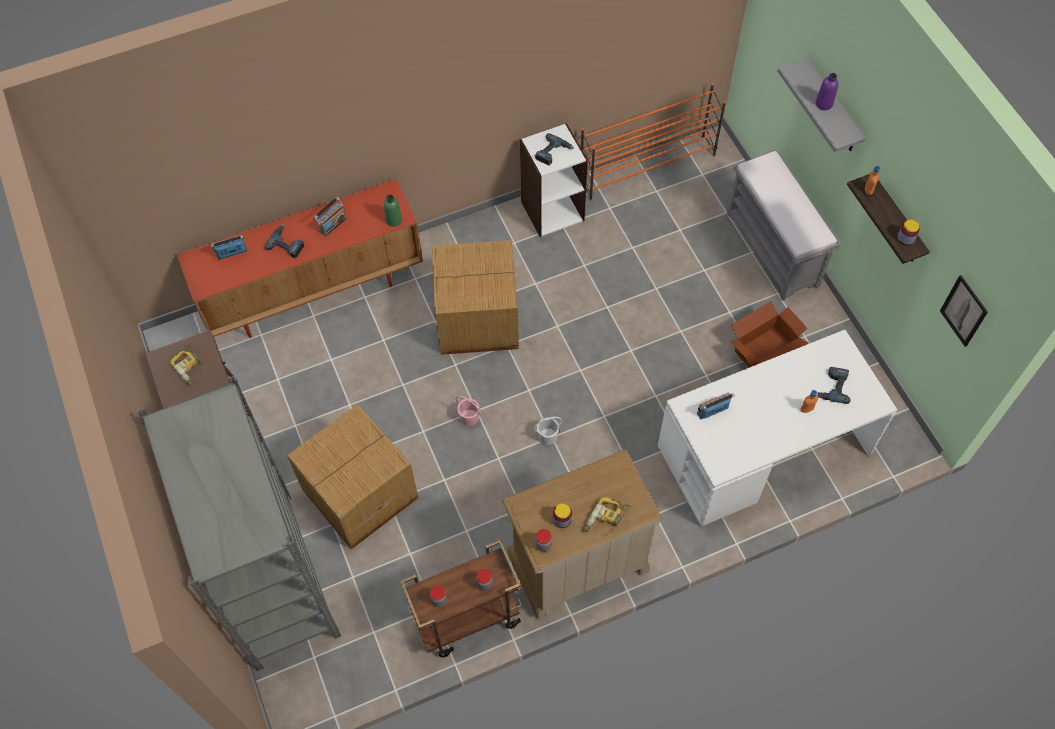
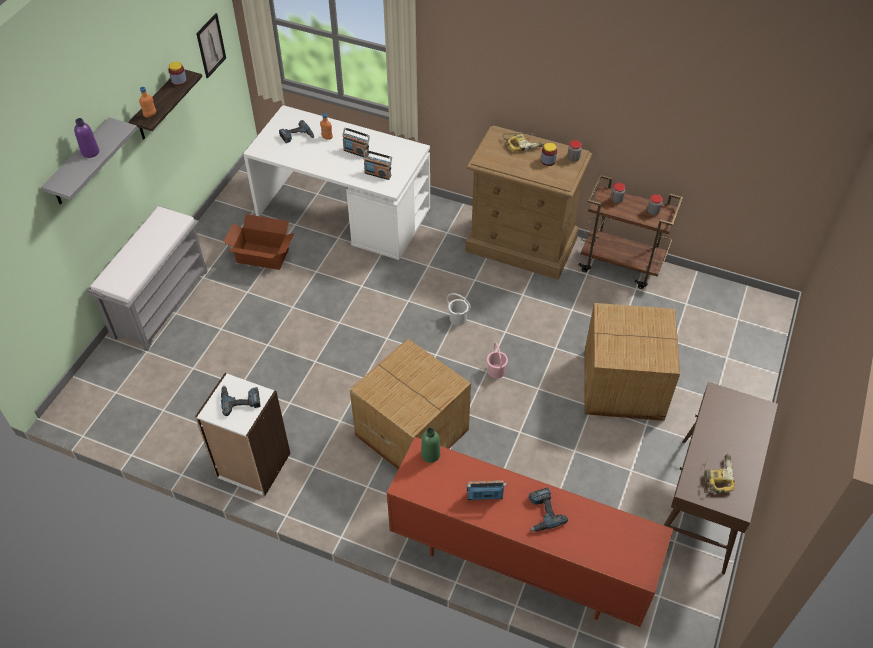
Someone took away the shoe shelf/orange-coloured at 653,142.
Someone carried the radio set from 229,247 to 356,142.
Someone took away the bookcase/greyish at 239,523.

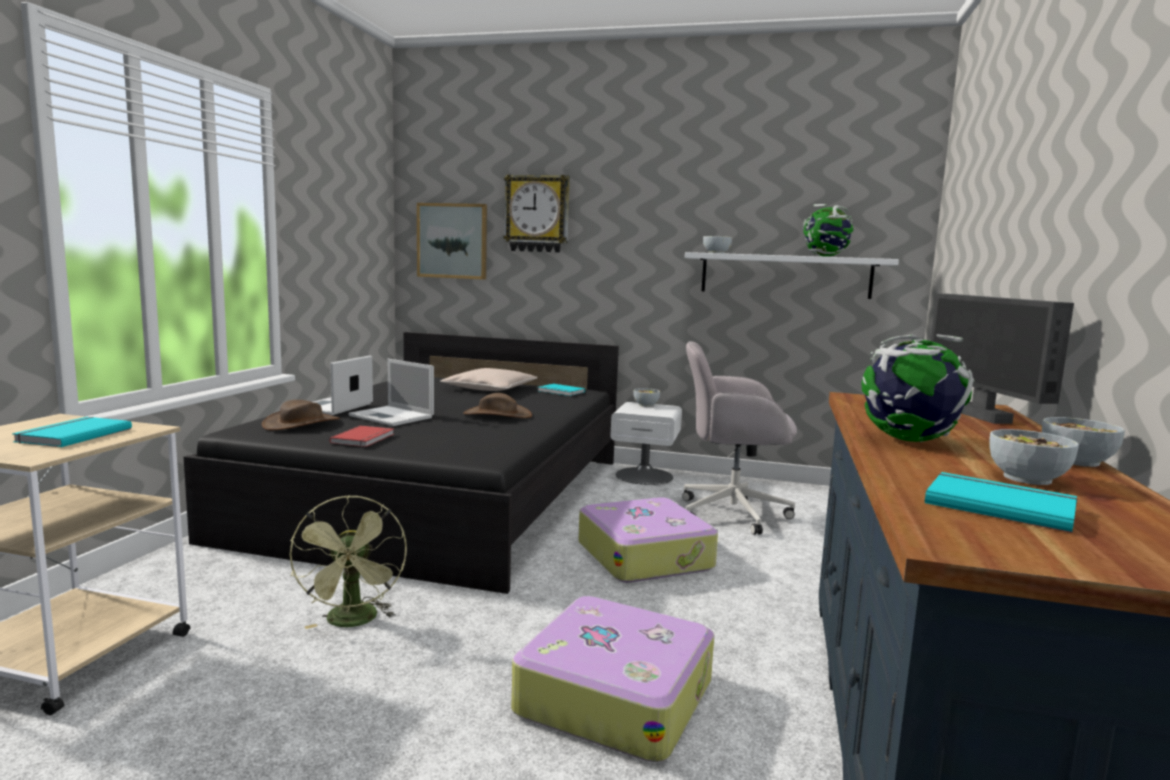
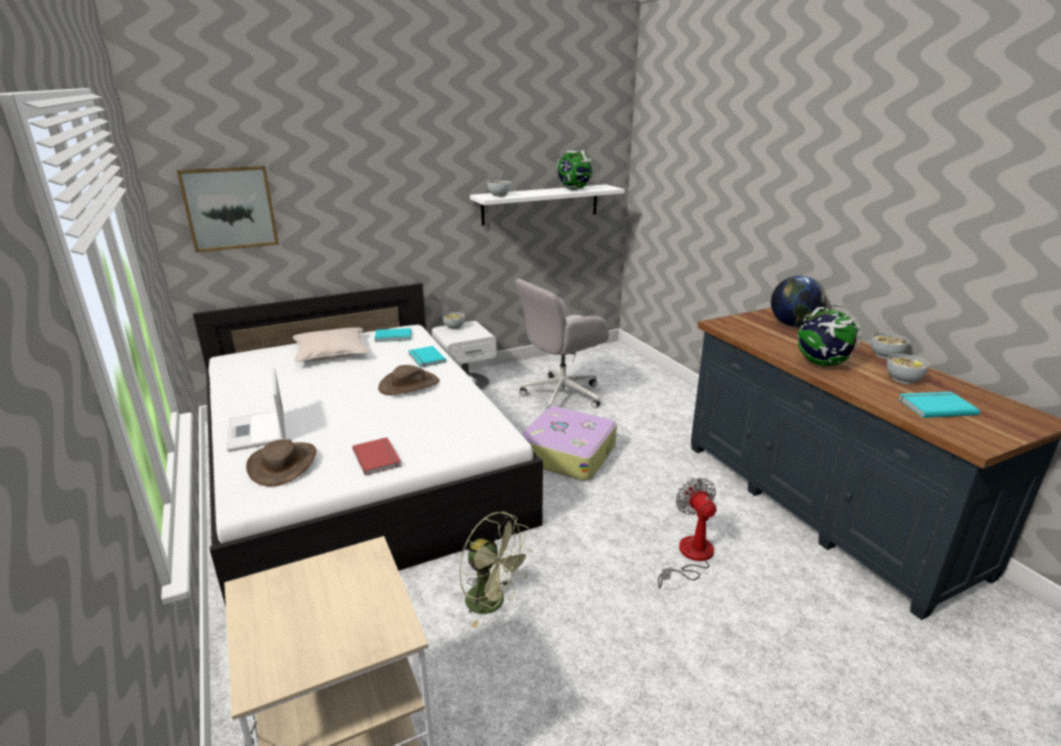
Someone took away the hanging clock at 536,213.
Someone swapped the computer display at 1002,358 for the globe at 798,301.
Someone repainted the bed/blackish at 401,463, which became the bed/white-coloured at 368,445.
Someone took away the portable computer at 391,392.
Someone carried the volume/turquoise-coloured from 72,432 to 427,357.
Someone swapped the travel case at 612,679 for the electric fan at 687,533.

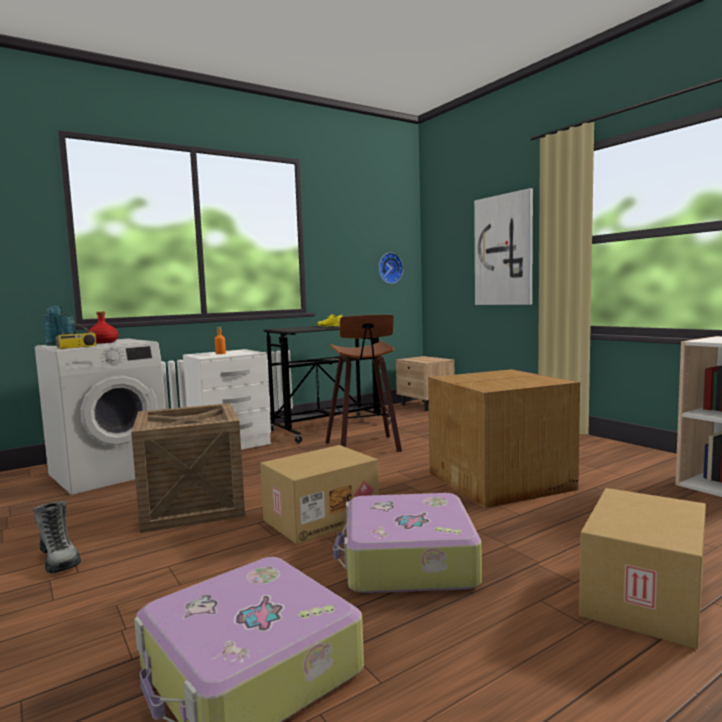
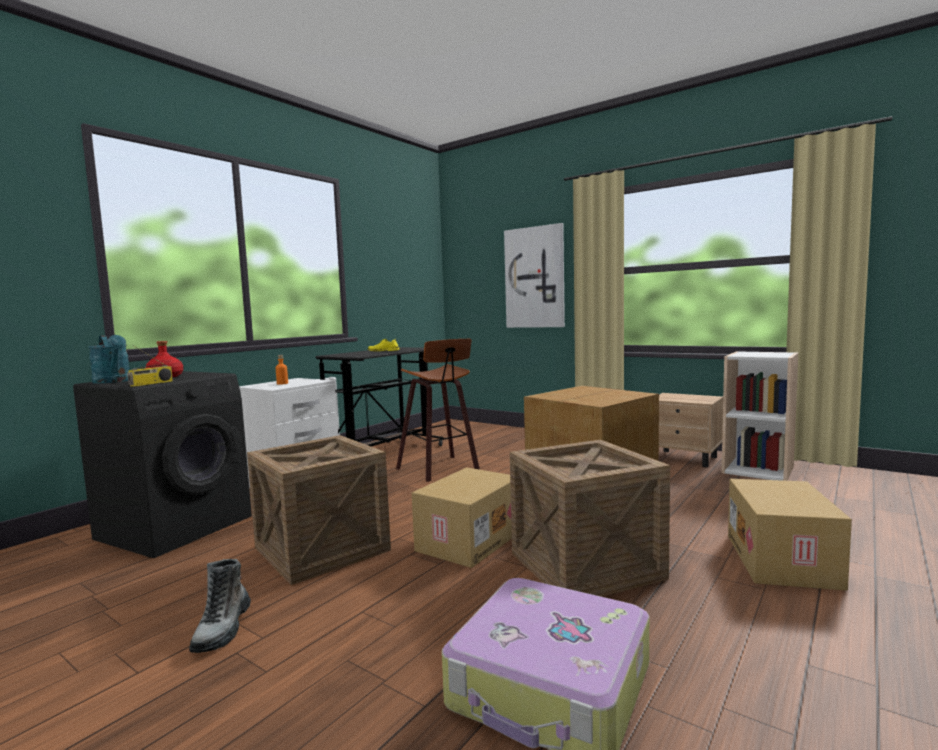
Someone took away the hanging clock at 391,268.
Someone repainted the washing machine/white-coloured at 100,417, which became the washing machine/blackish at 162,464.
Someone carried the bedside table/beige-coloured from 425,383 to 691,430.
Someone swapped the travel case at 407,543 for the packing crate at 590,518.
Someone rotated the tall boot at 57,537 by 60 degrees clockwise.

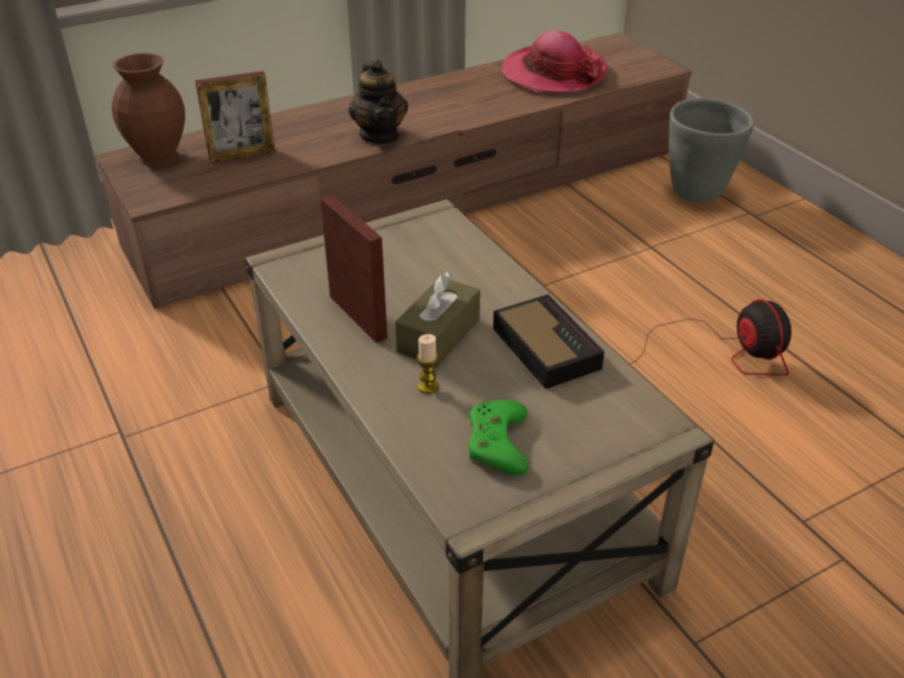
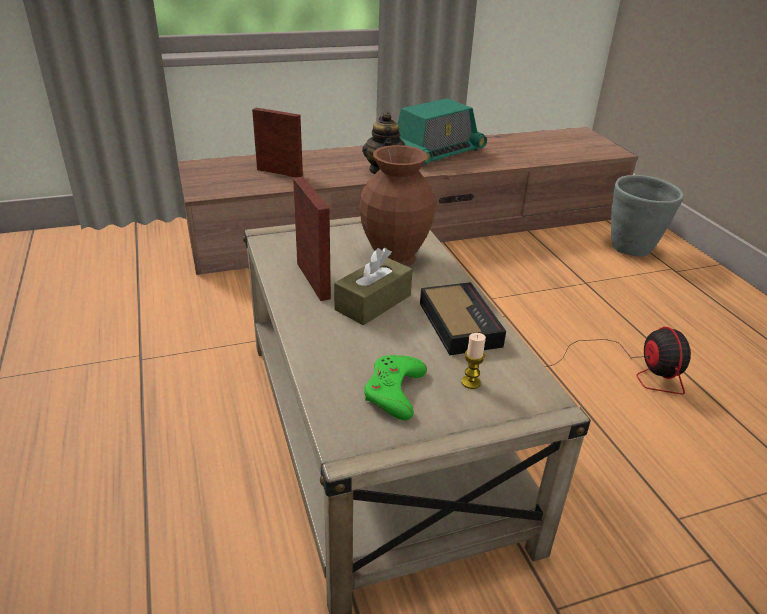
Someone took away the hat at 554,61.
Someone carried the vase/brown-coloured from 148,110 to 398,205.
Someone rotated the photo frame at 235,117 by 150 degrees counterclockwise.
Someone carried the wax light from 428,364 to 473,361.
Someone put down the radio set at 442,132.

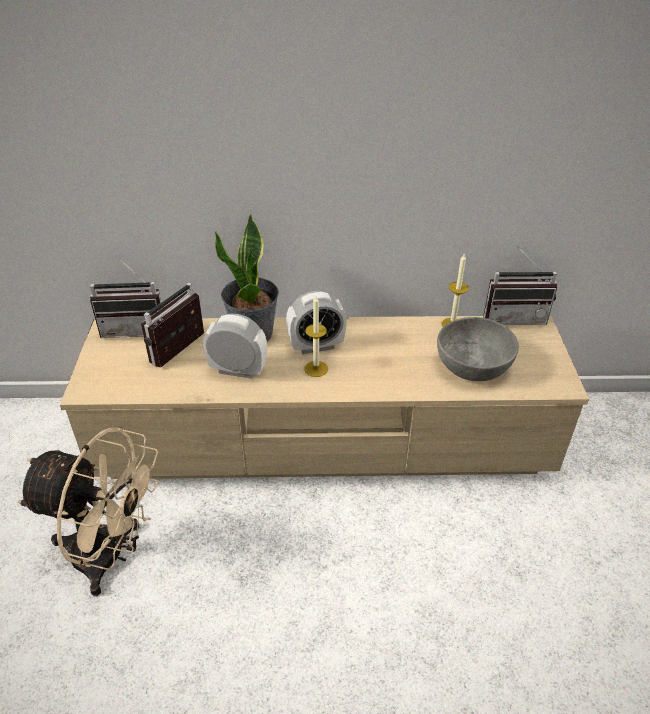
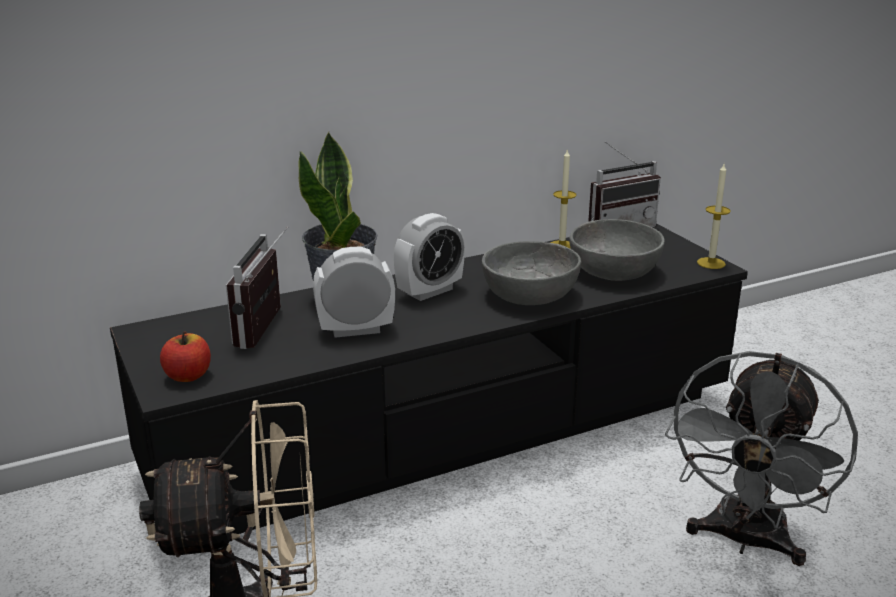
Someone took away the radio set at 126,297.
Someone carried the wax light from 316,336 to 714,216.
Someone repainted the tv stand/beige-coloured at 324,397, which became the tv stand/blackish at 429,378.
Someone put down the serving bowl/greyish at 531,273.
Someone put down the apple fruit at 185,357.
Someone put down the electric fan/greyish at 761,458.

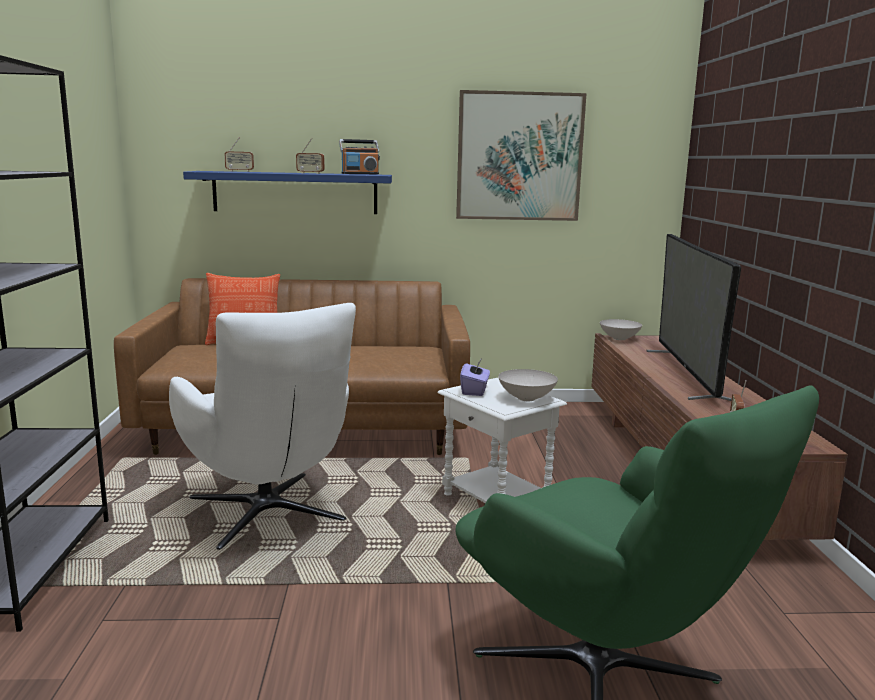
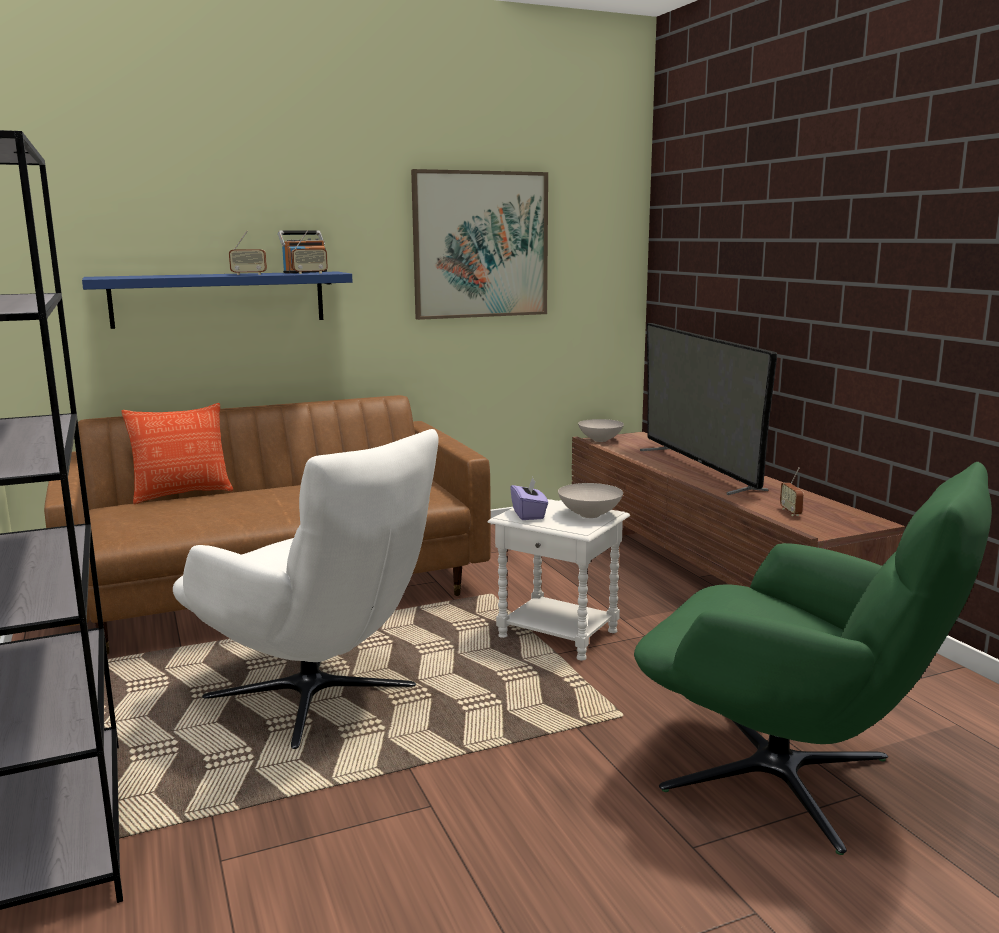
Someone carried the radio set from 239,154 to 309,252.

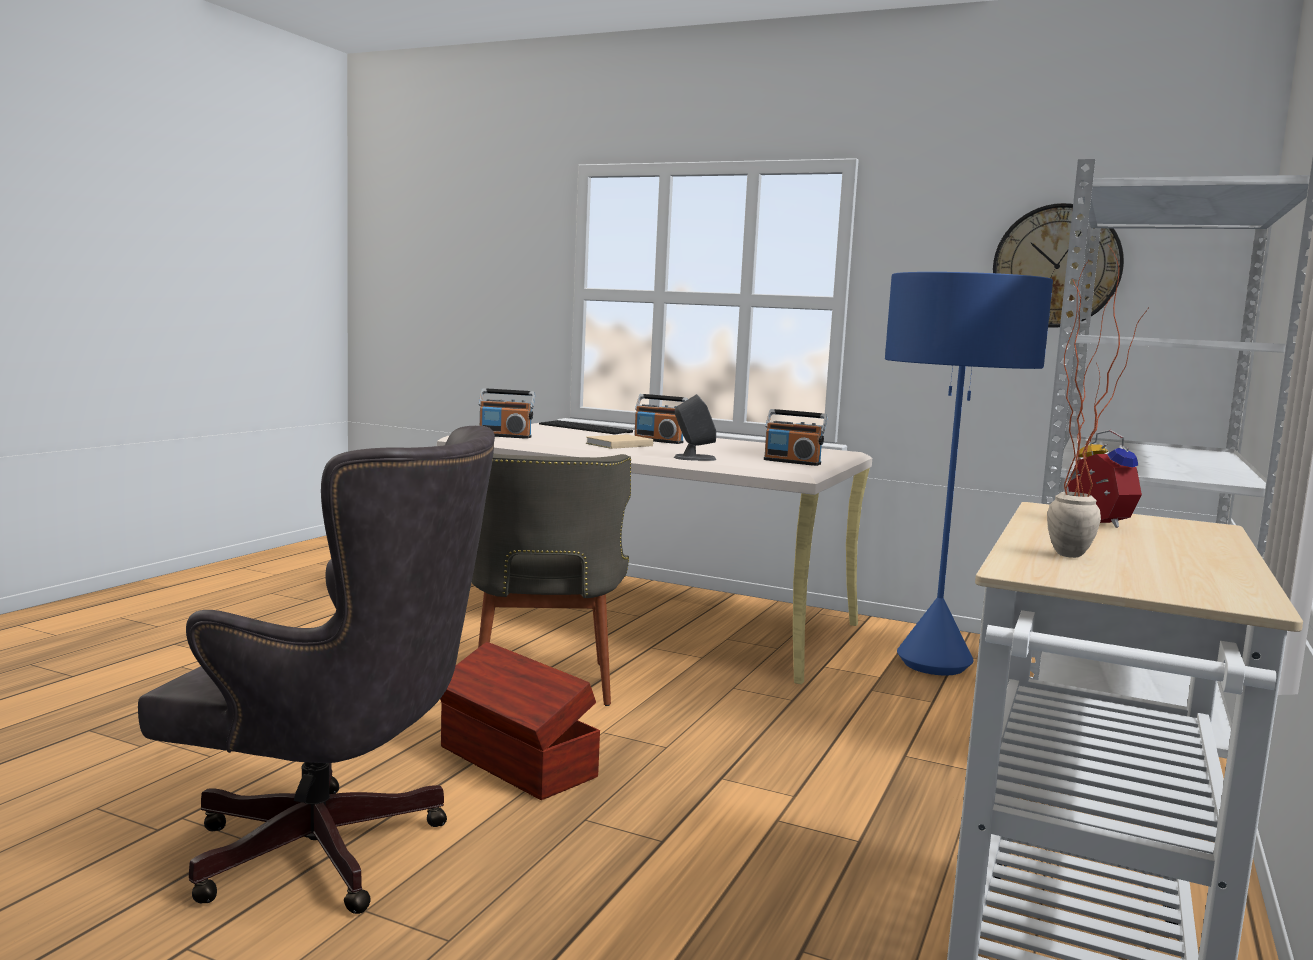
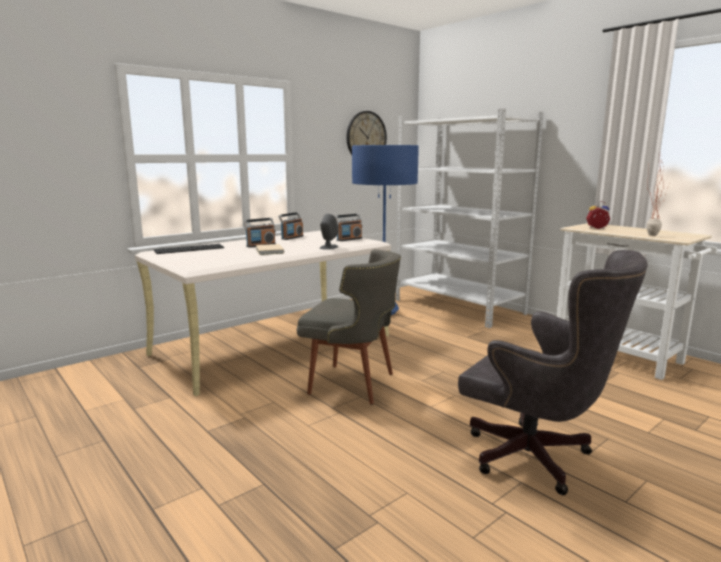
Someone carried the radio set from 507,413 to 291,226.
Someone rotated the office chair/greyish at 316,670 by 90 degrees clockwise.
Someone took away the storage container/brown-coloured at 520,721.

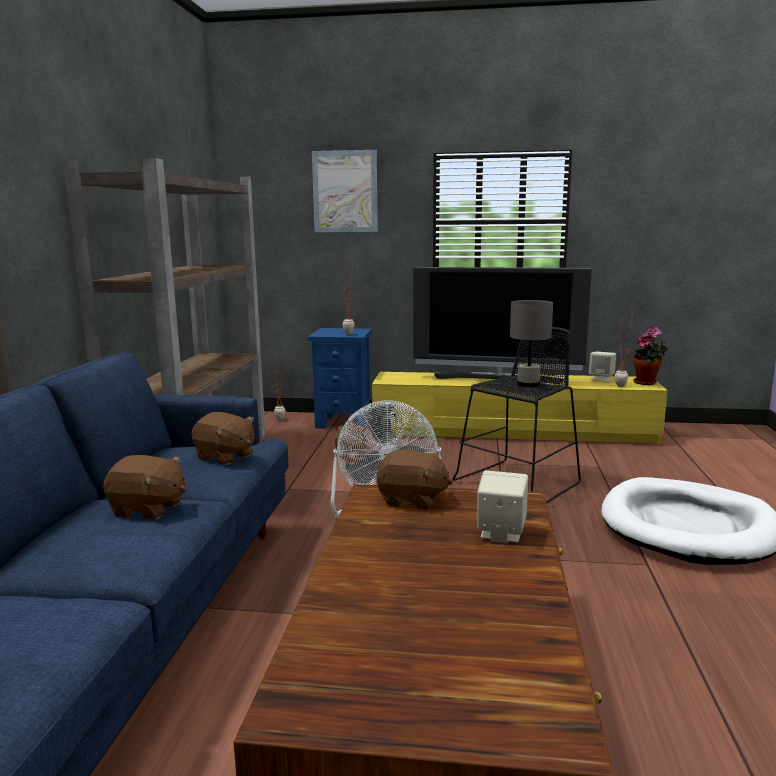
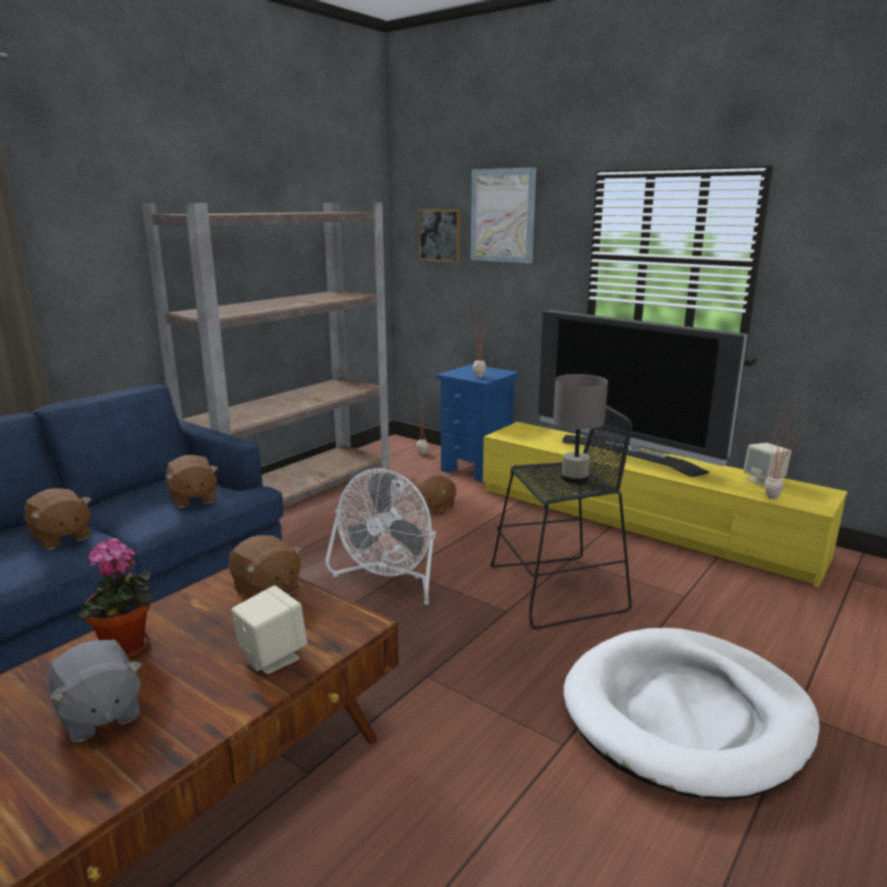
Someone carried the potted plant from 650,356 to 113,598.
Someone put up the wall picture at 439,236.
Someone put down the soft toy/greyish at 95,691.

